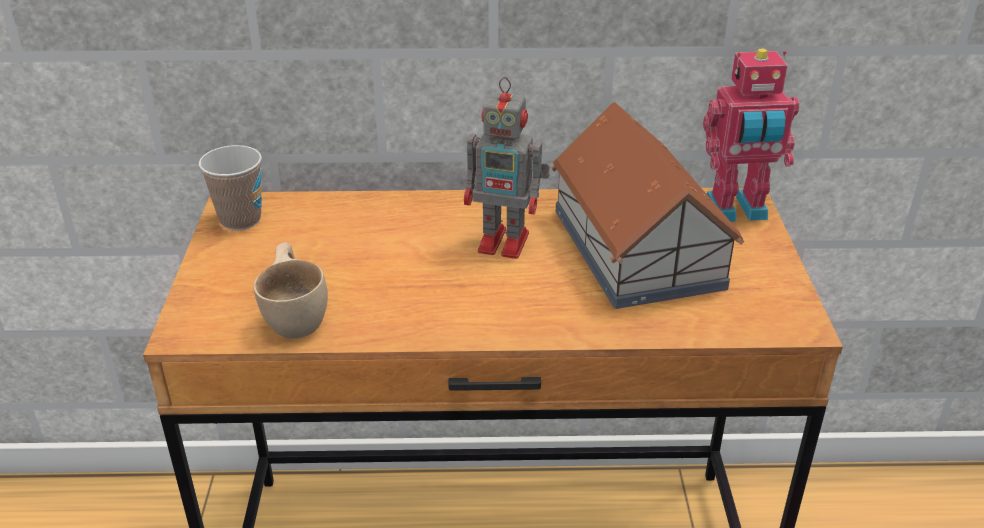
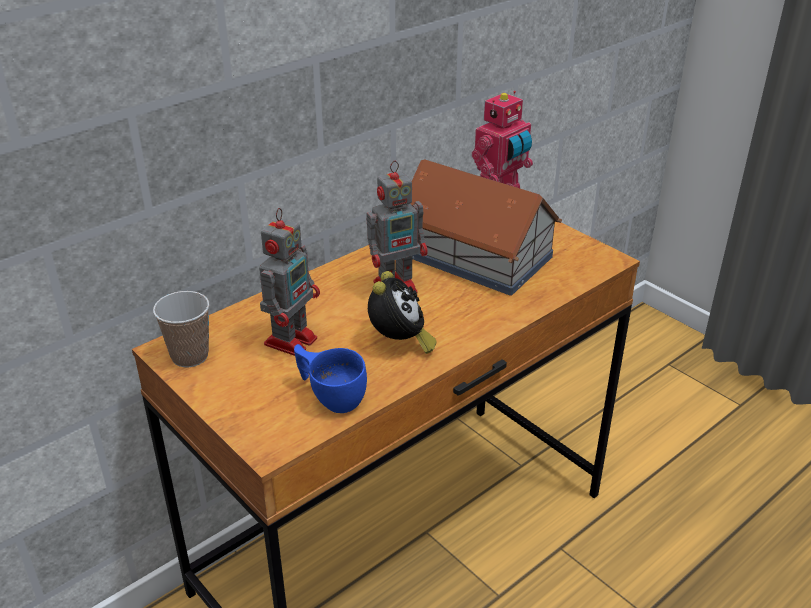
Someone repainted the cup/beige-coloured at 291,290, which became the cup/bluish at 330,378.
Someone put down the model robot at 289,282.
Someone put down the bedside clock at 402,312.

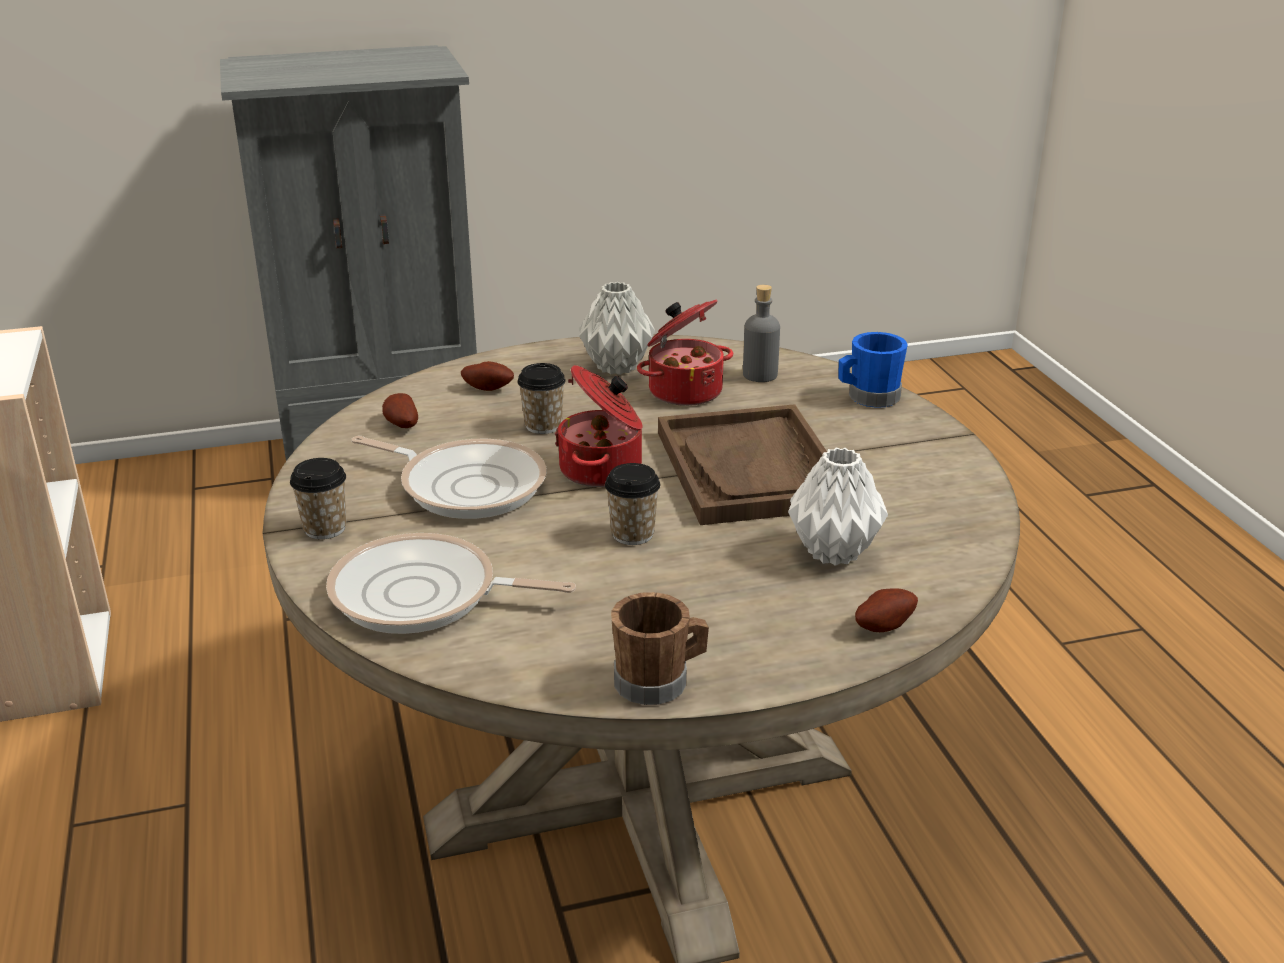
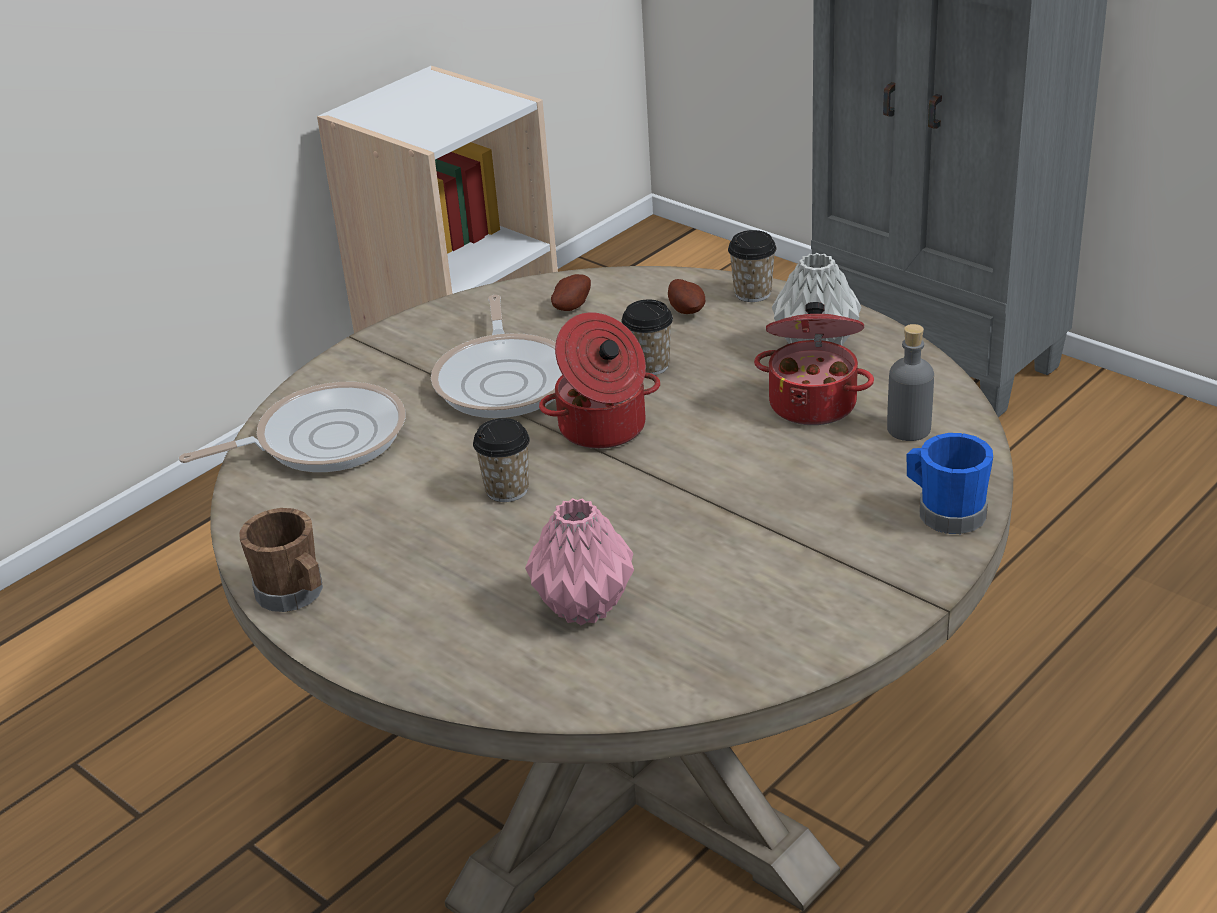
Someone took away the carrying tray/brown-coloured at 742,464.
Someone repainted the vase/white-coloured at 838,506, which became the vase/pink-coloured at 579,561.
Someone carried the cup from 318,498 to 752,266.
Someone rotated the skillet at 451,583 by 90 degrees clockwise.
Someone took away the spud at 886,610.

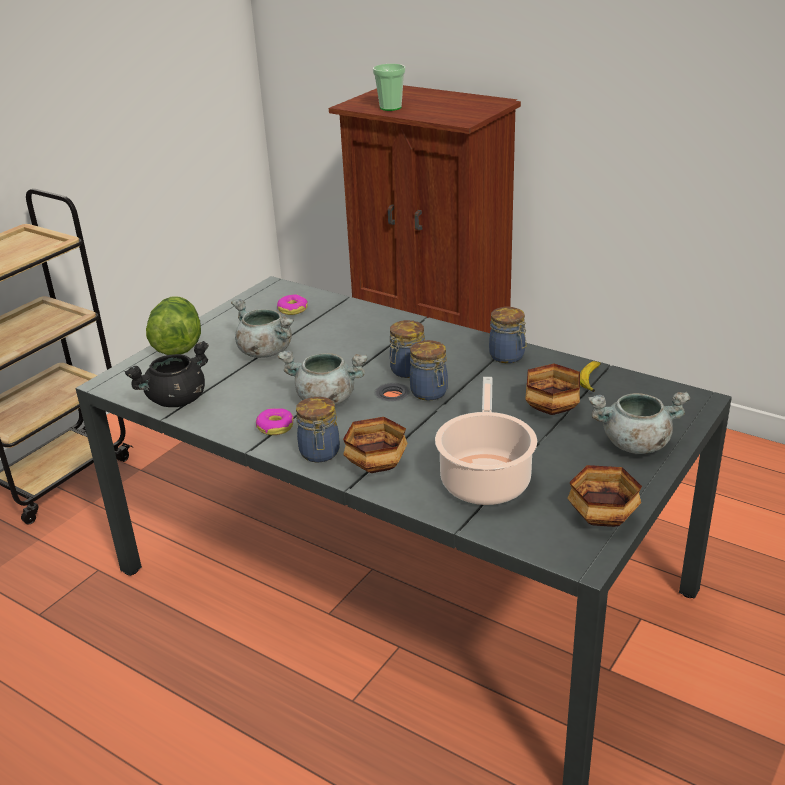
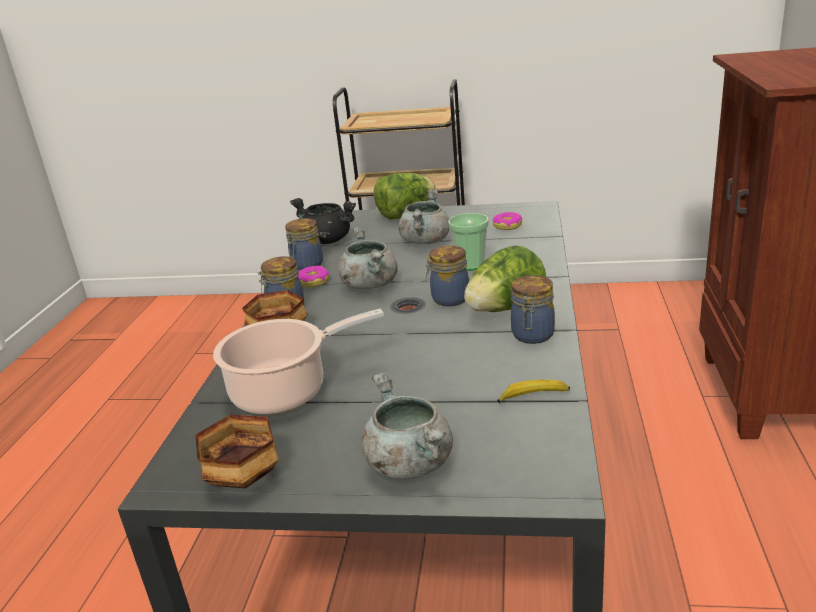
Someone carried the cup from 389,87 to 468,242.
Someone carried the storage jar from 429,370 to 304,244.
Someone took away the serving bowl at 552,389.
Someone put down the head of lettuce at 505,279.

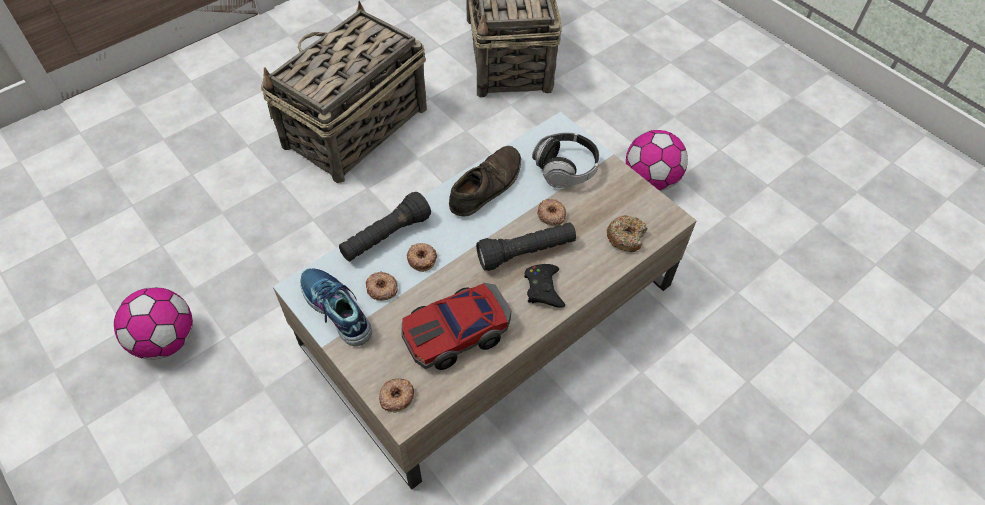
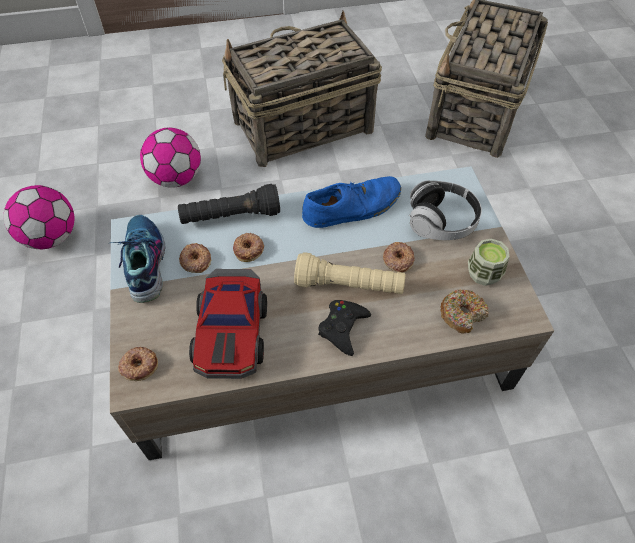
Someone carried the ball for football from 657,160 to 170,158.
Someone repainted the shoe/brown-coloured at 485,181, which became the shoe/bluish at 351,202.
Someone repainted the torch/blackish at 526,246, which became the torch/beige-coloured at 349,273.
Someone rotated the miniature car at 456,326 by 90 degrees counterclockwise.
Someone put down the cup at 489,262.

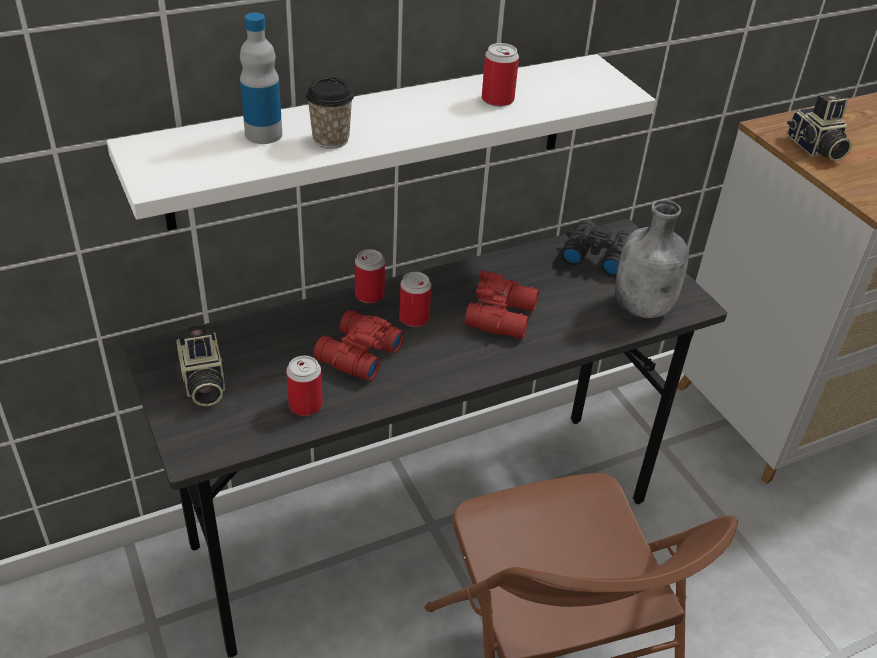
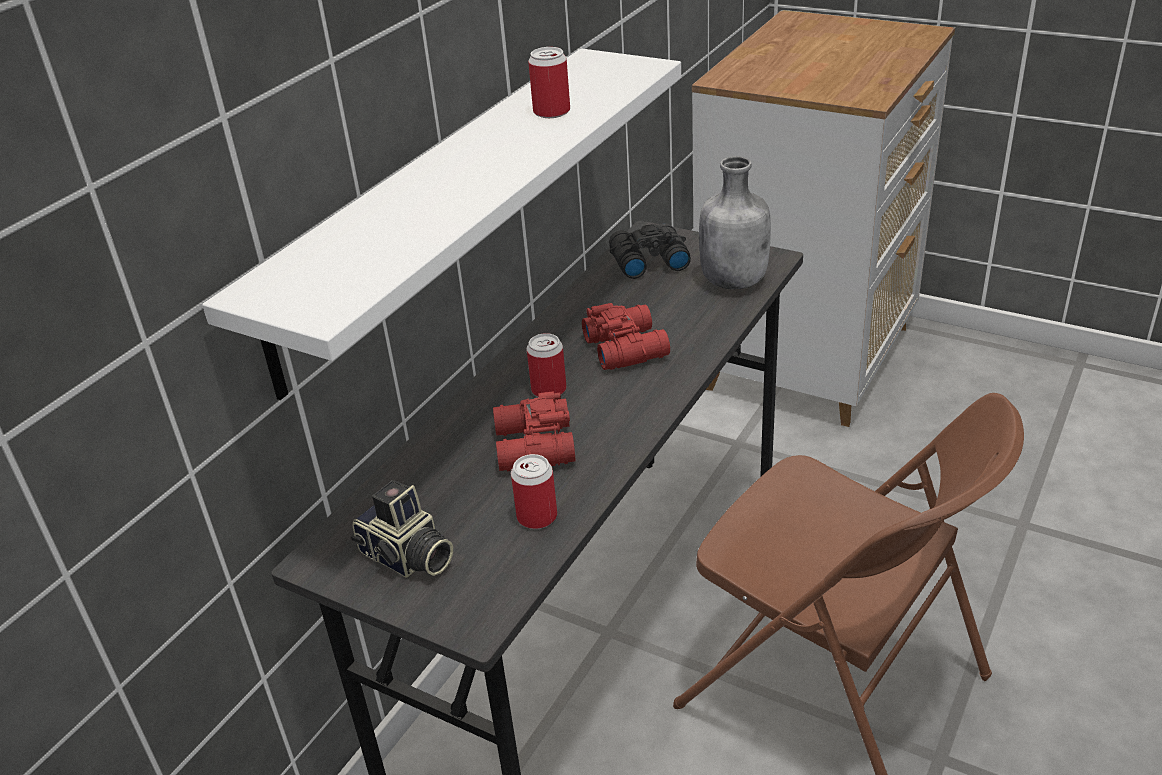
Someone took away the beverage bottle at 261,78.
Someone took away the cup at 330,113.
Someone took away the photo camera at 819,127.
Someone took away the metal can at 370,276.

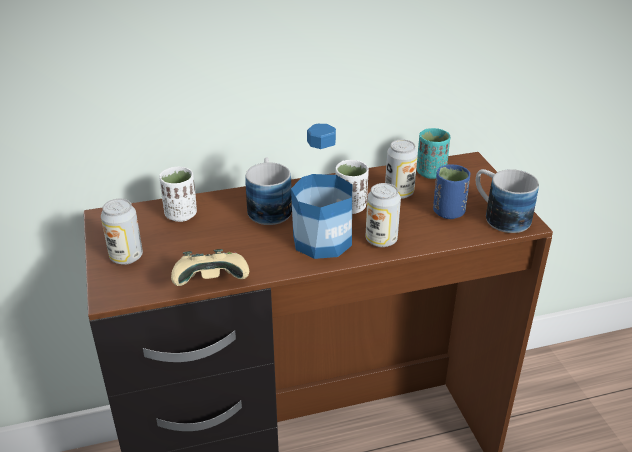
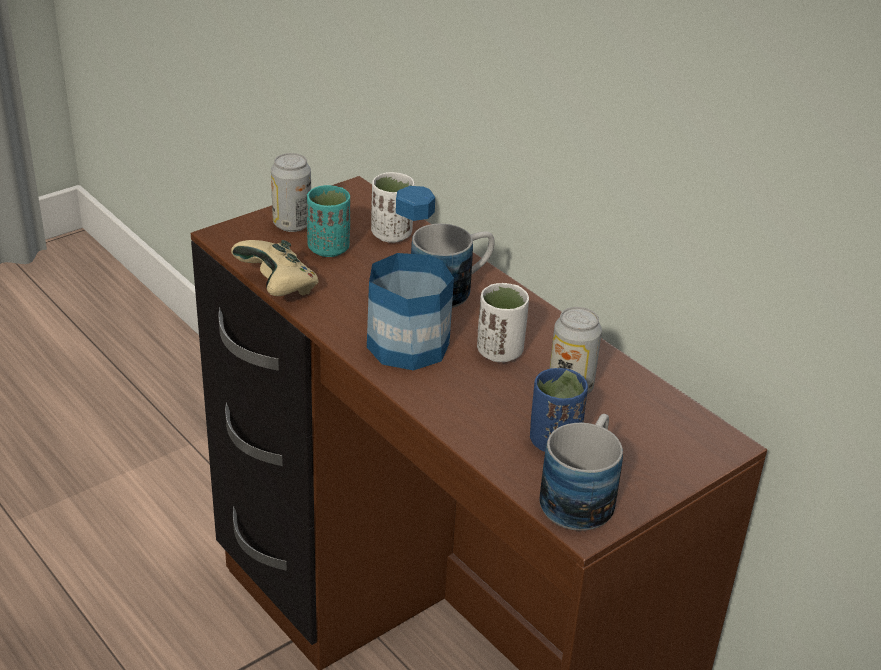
Someone carried the cup/turquoise-coloured from 433,153 to 328,221.
Someone took away the metal can at 383,215.

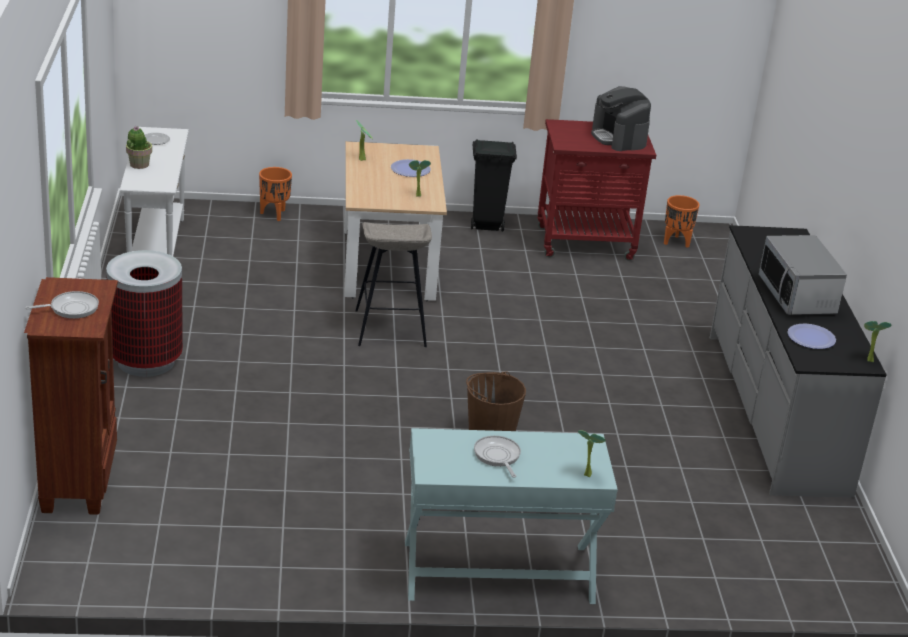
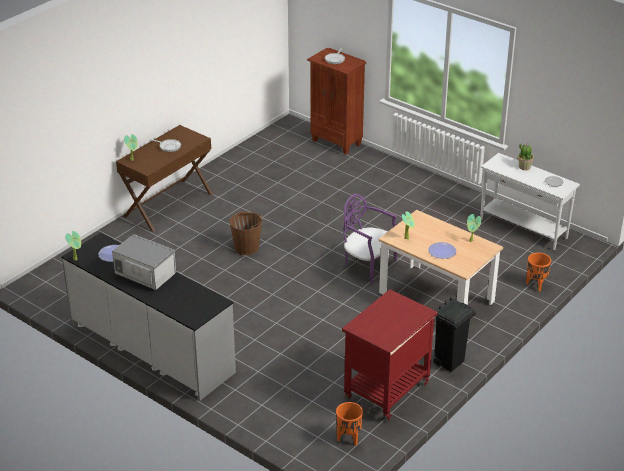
Someone took away the coffee brewer at 621,118.
Someone swapped the stool/greyish at 393,285 for the upright chair/purple at 370,238.
Someone took away the waste bin at 144,313.
Someone repainted the desk table/turquoise-coloured at 511,516, which became the desk table/brown-coloured at 164,178.

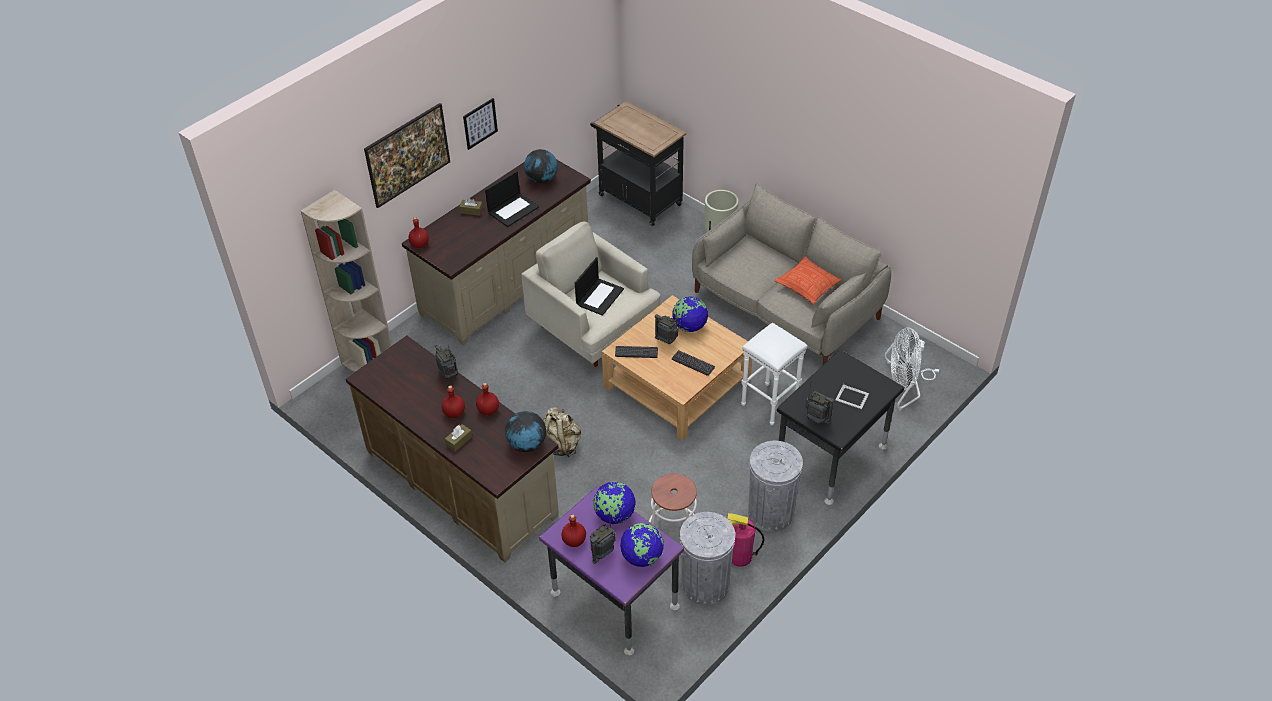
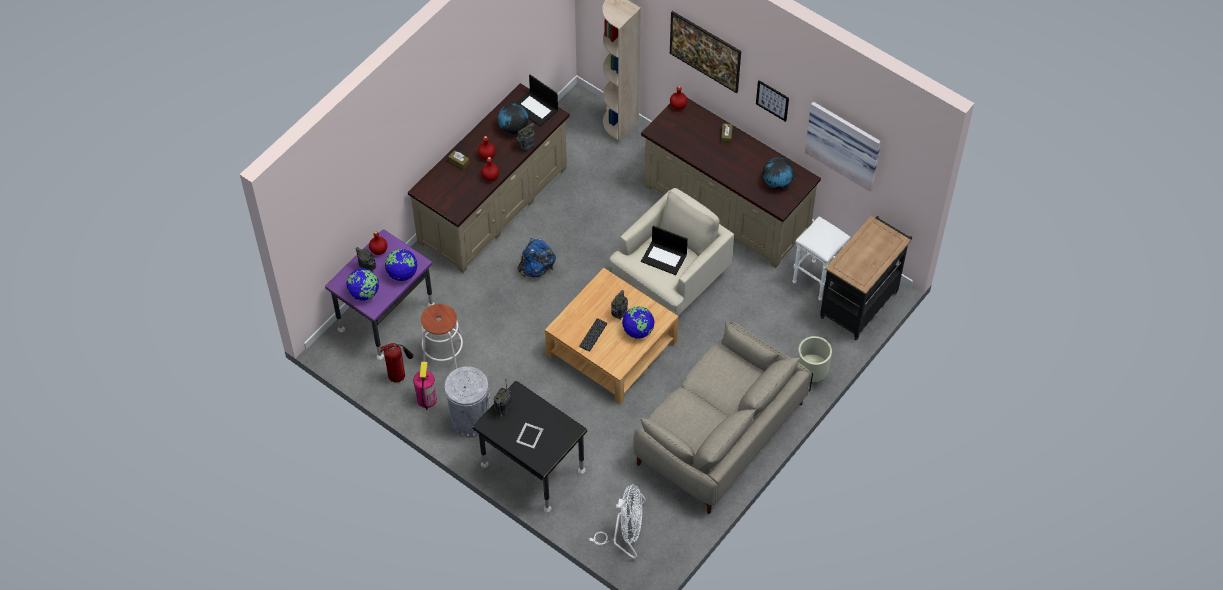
Someone carried the portable computer from 512,199 to 537,100.
Someone took away the throw pillow/orange-coloured at 808,280.
Someone carried the stool/white-coloured from 774,374 to 822,259.
Someone rotated the electric fan/white-coloured at 913,369 by 105 degrees clockwise.
Someone took away the computer keyboard at 636,352.
Someone repainted the knapsack/beige-coloured at 562,432, which became the knapsack/bluish at 536,257.
Someone carried the globe from 525,431 to 513,118.
Someone swapped the waste bin/greyish at 707,559 for the extinguisher at 396,363.
Someone put up the wall picture at 843,147.

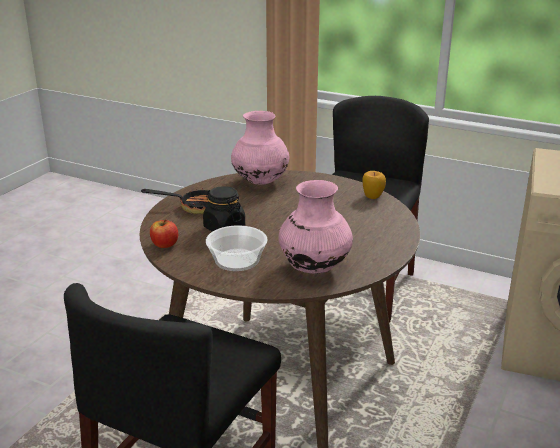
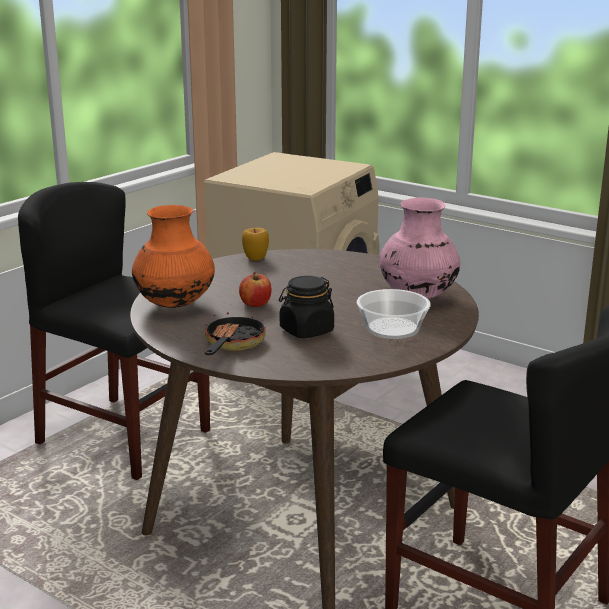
Someone repainted the vase/pink-coloured at 260,148, which became the vase/orange-coloured at 173,256.
Someone carried the apple fruit from 164,233 to 255,289.

